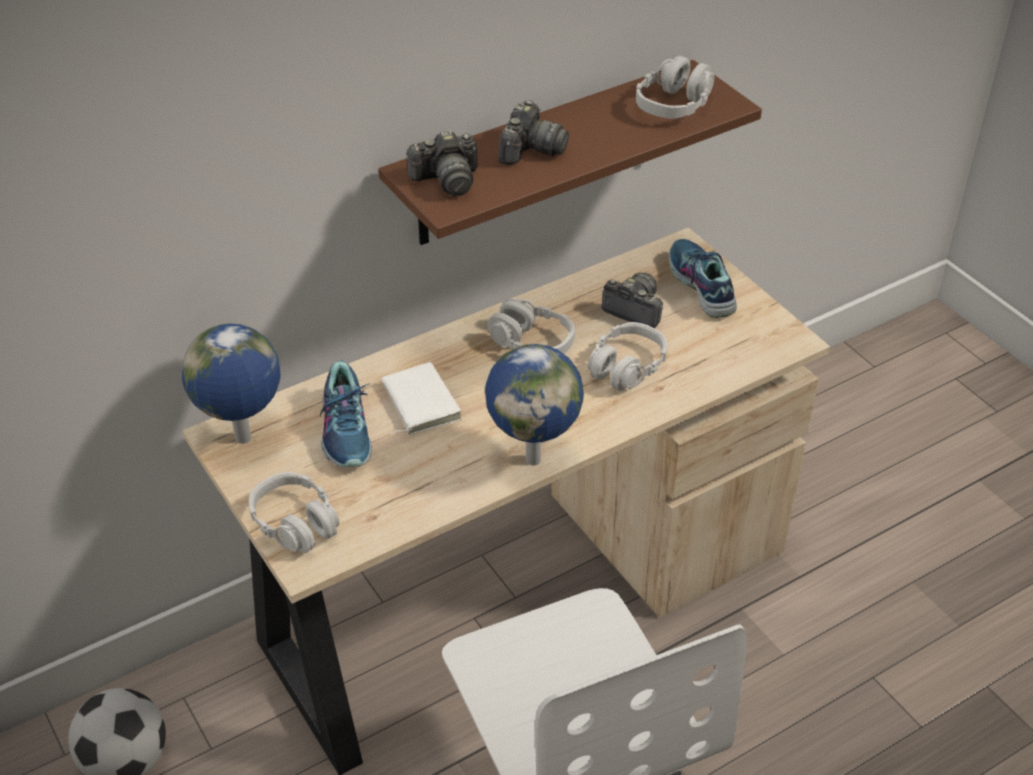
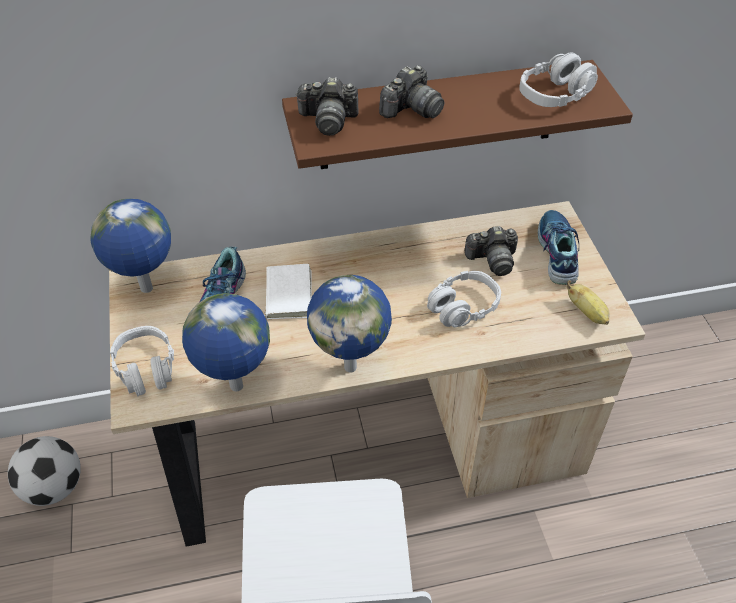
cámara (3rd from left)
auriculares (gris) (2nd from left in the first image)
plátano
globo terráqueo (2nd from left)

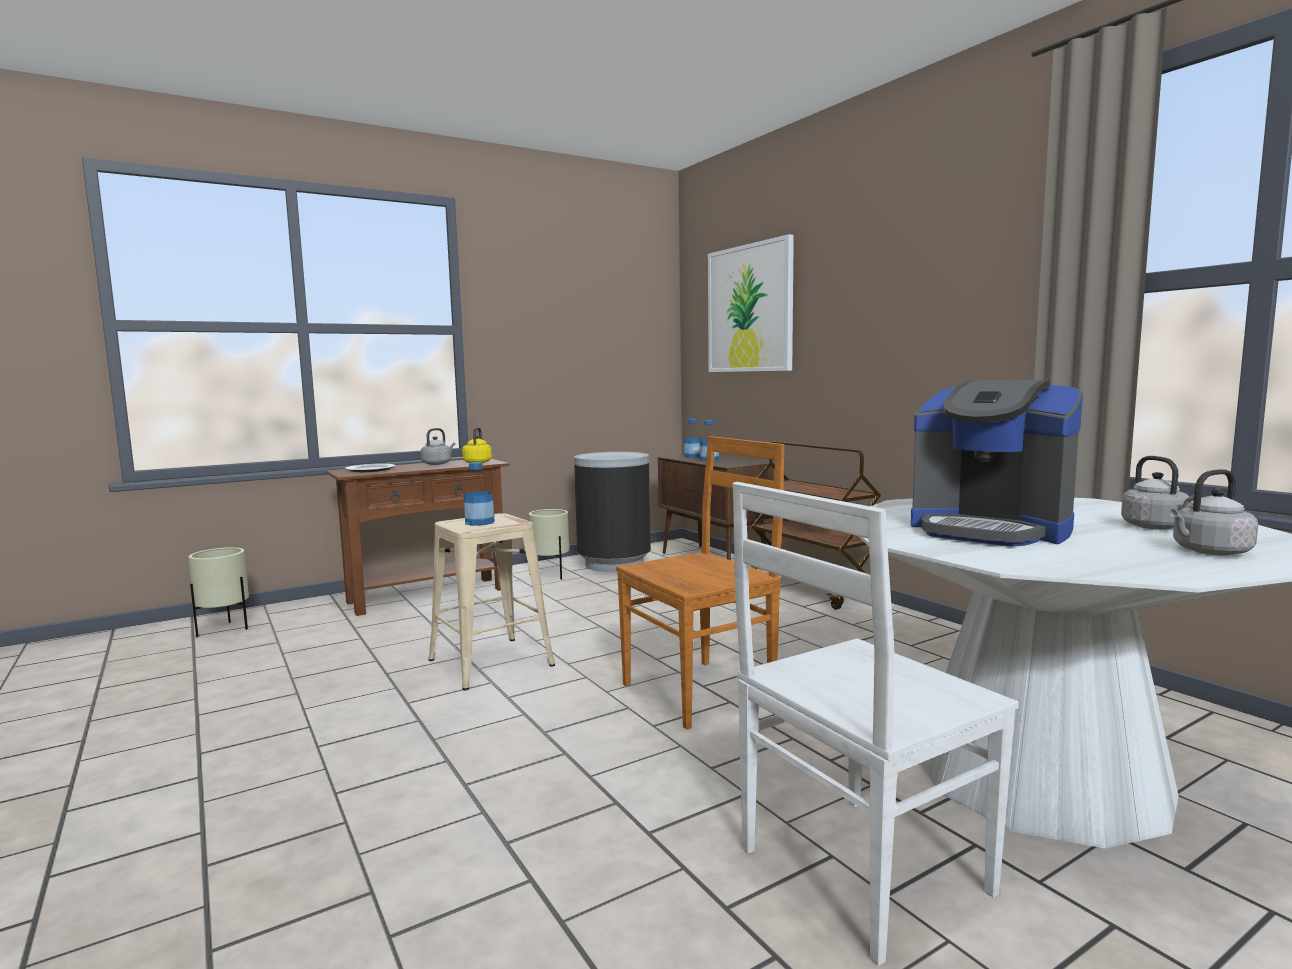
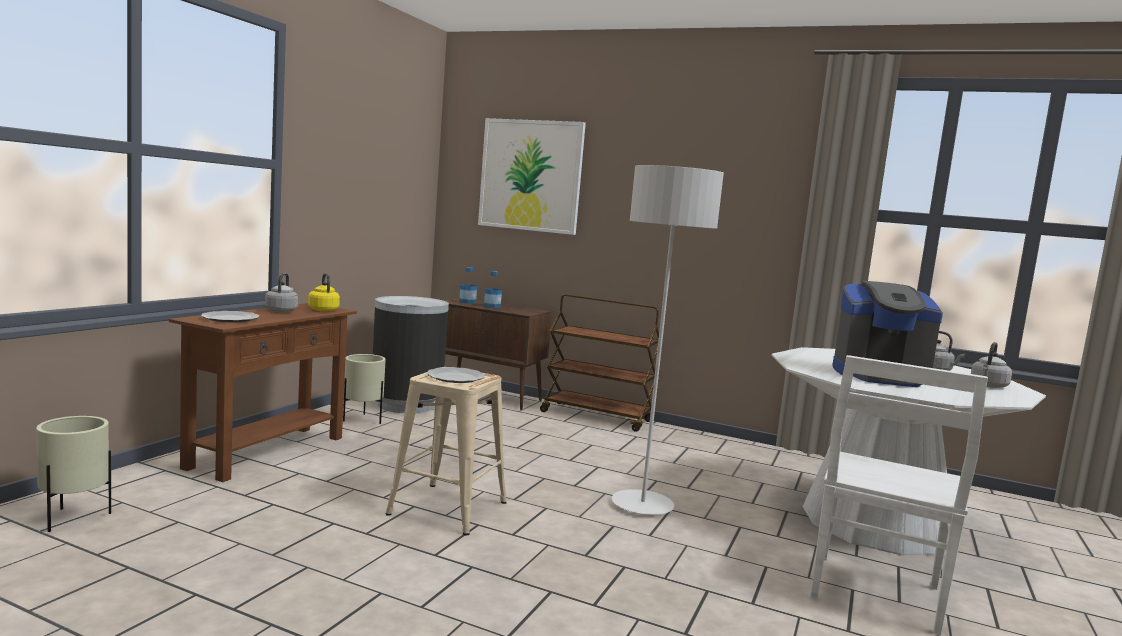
lámpara de pie (gris)
plato (2nd from left)

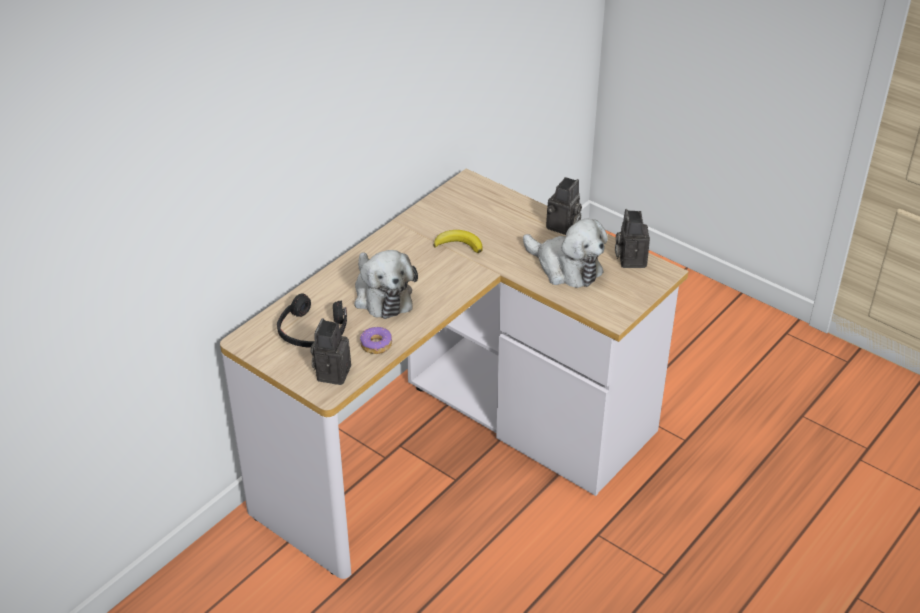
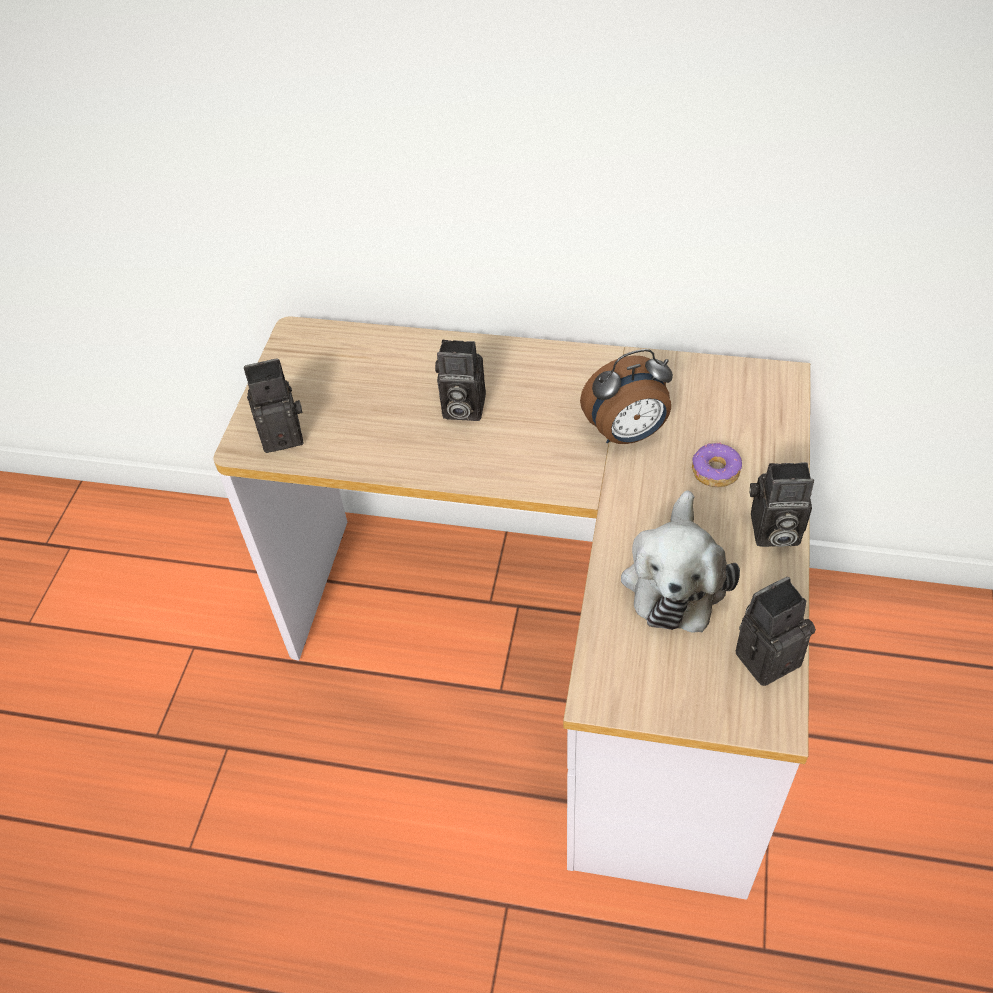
despertador
cámara (2nd from left)
auriculares (negro)
rosquilla

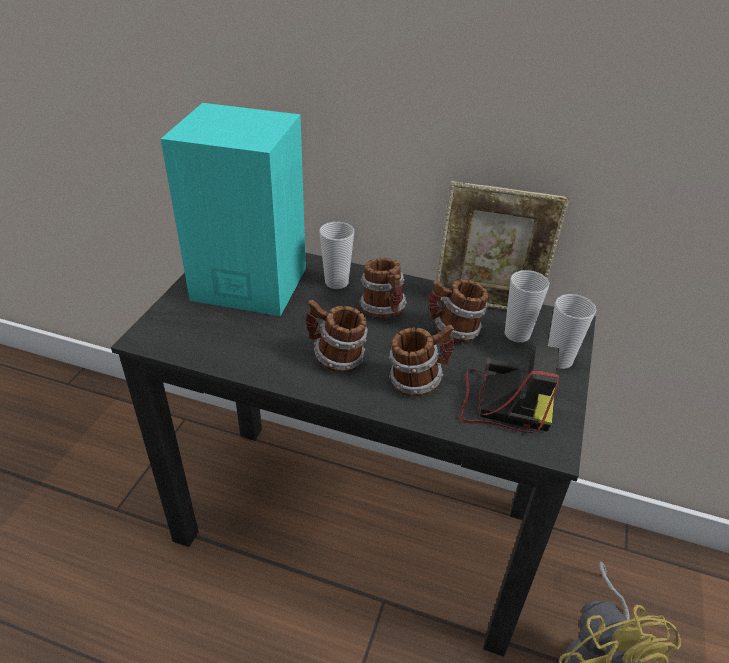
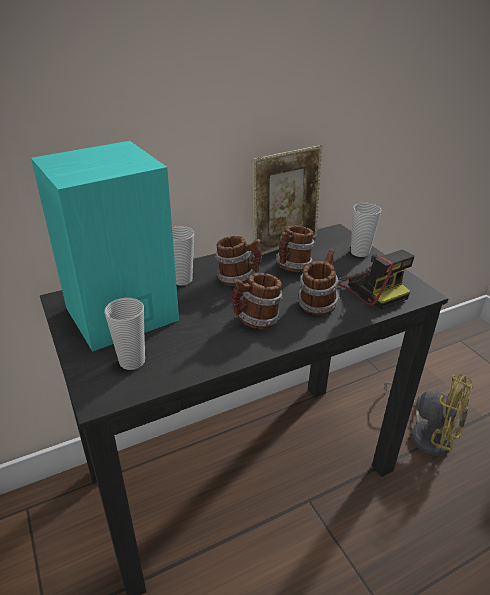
taza (1st from left)
cámara

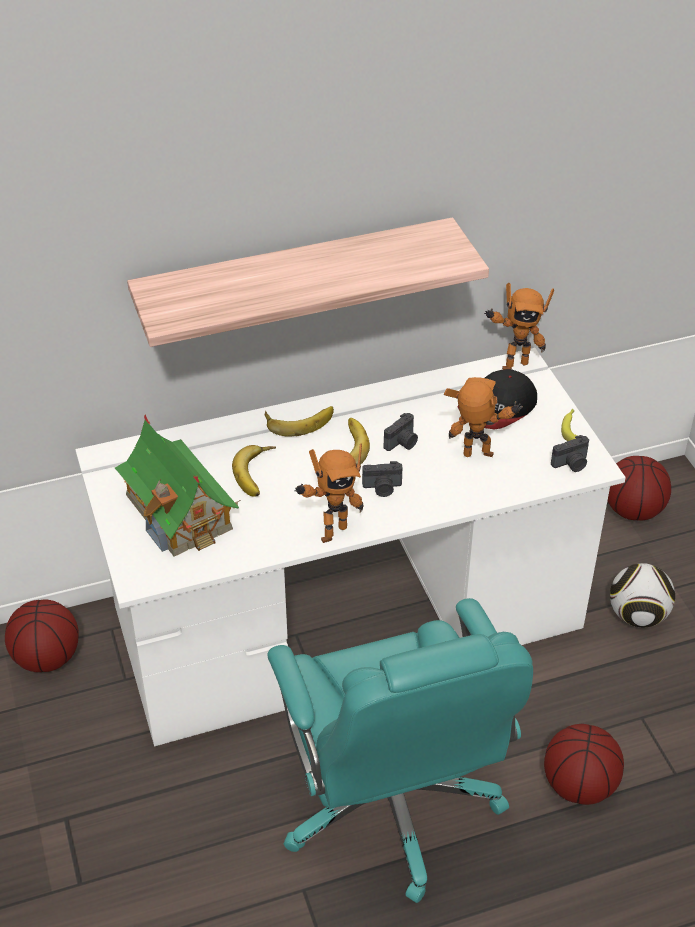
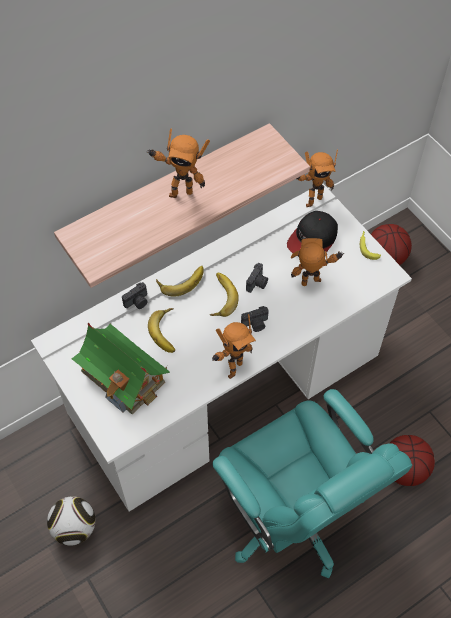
cámara (1st from left)
balón de fútbol
balón de baloncesto (1st from left in the first image)
robot de juguete (1st from left)

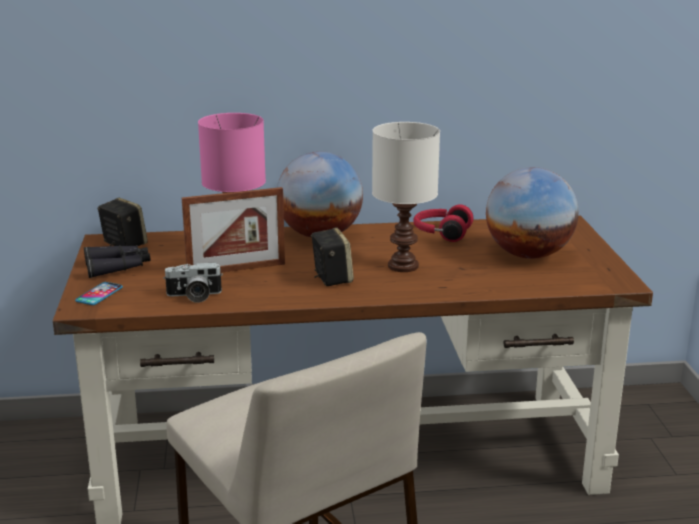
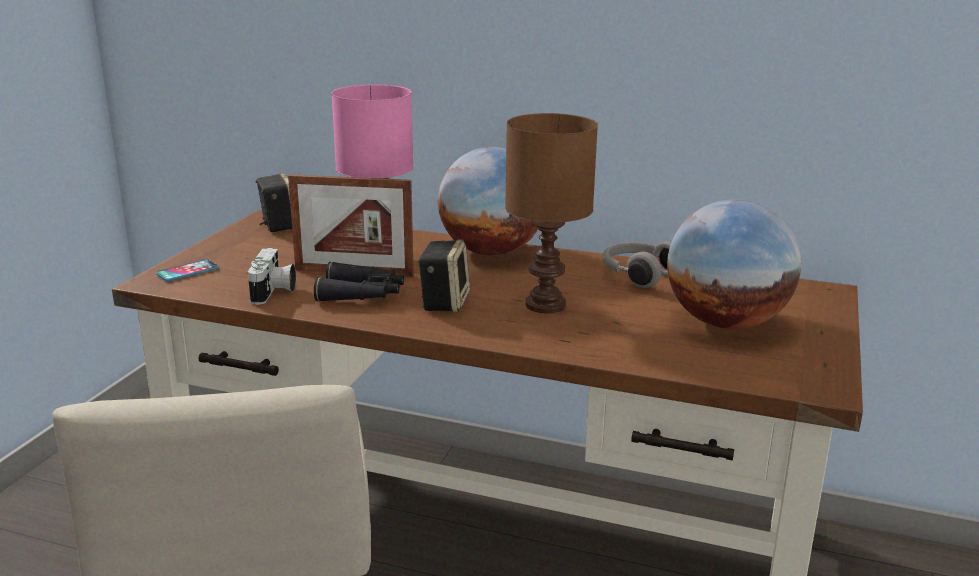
lámpara de mesa (marrón)
auriculares (gris)
prismáticos (negro)
cámara

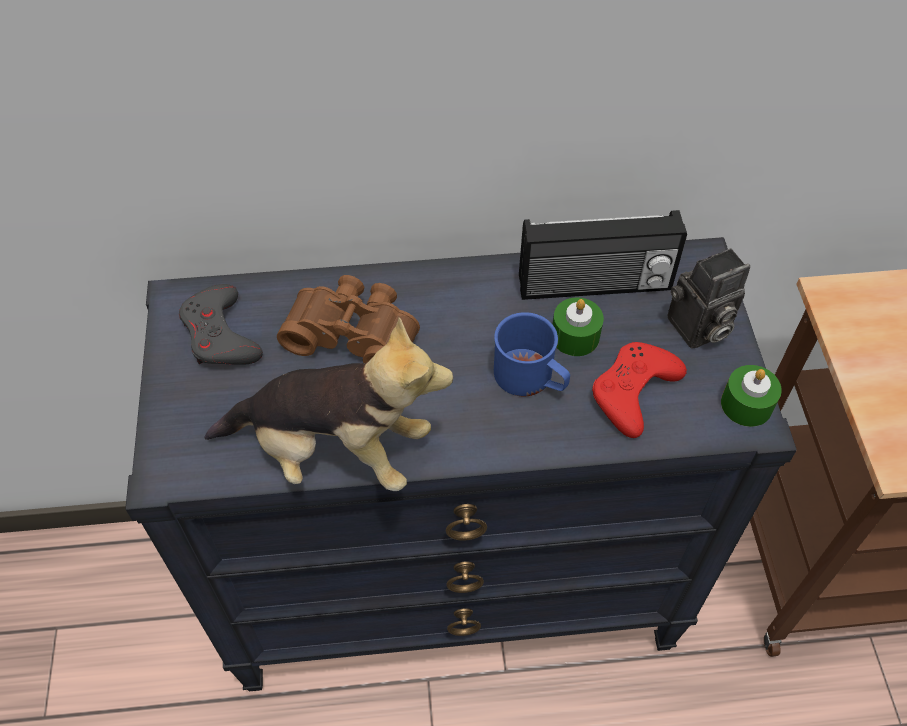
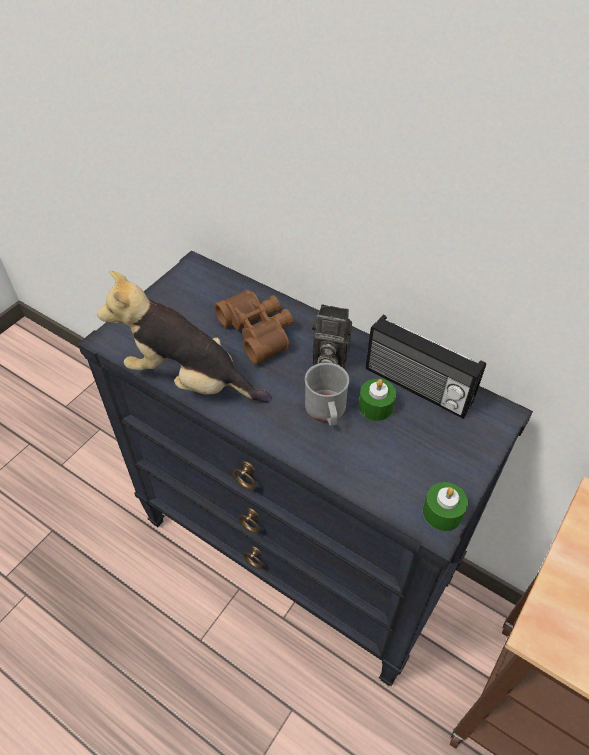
cámara
mando de consola (gris)
taza grande (gris)
peluche
mando de consola (rojo)

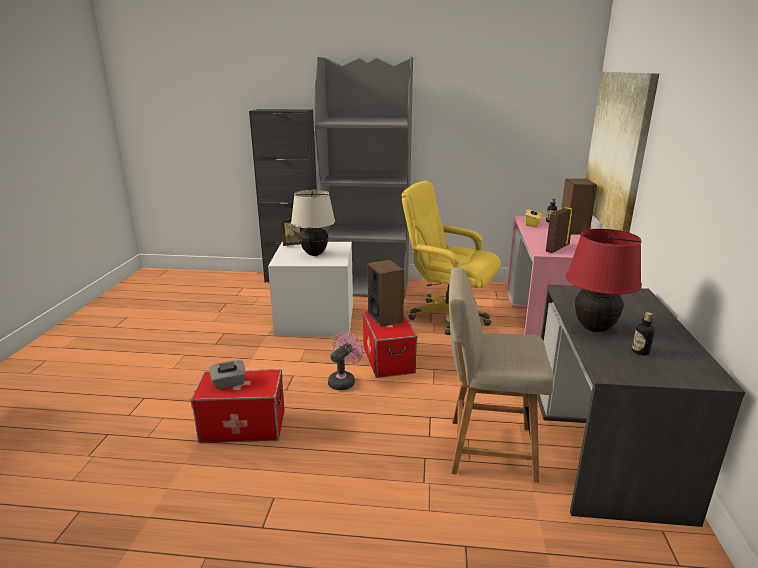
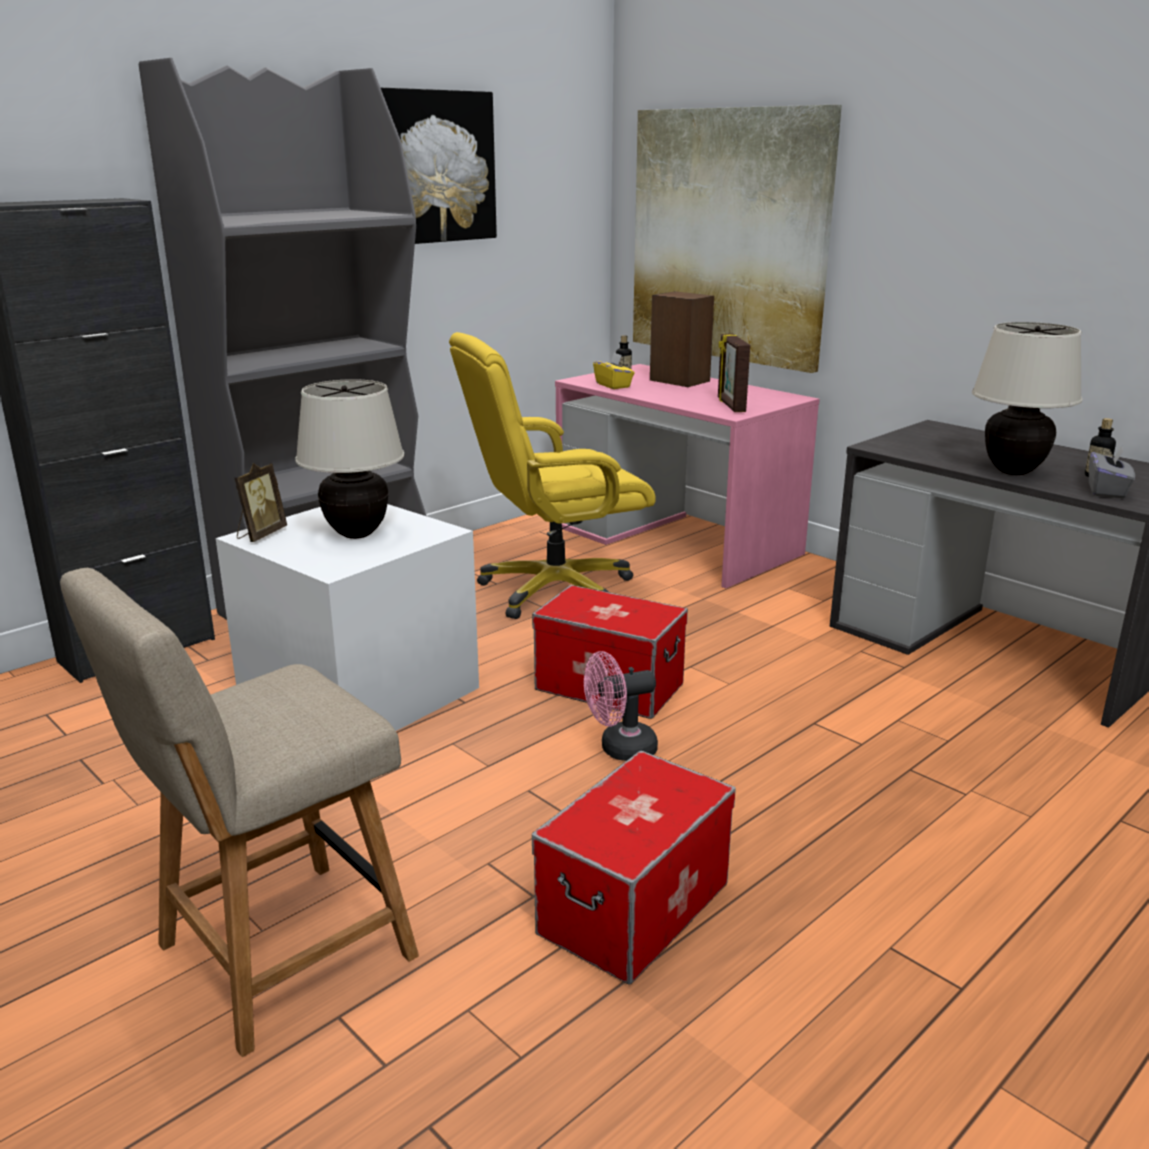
lámpara de mesa (beis) (2nd from left)
altavoz (1st from left in the first image)
silla (beis)
ventilador (rosa)
caja de pañuelos (gris)
cuadro (1st from left)

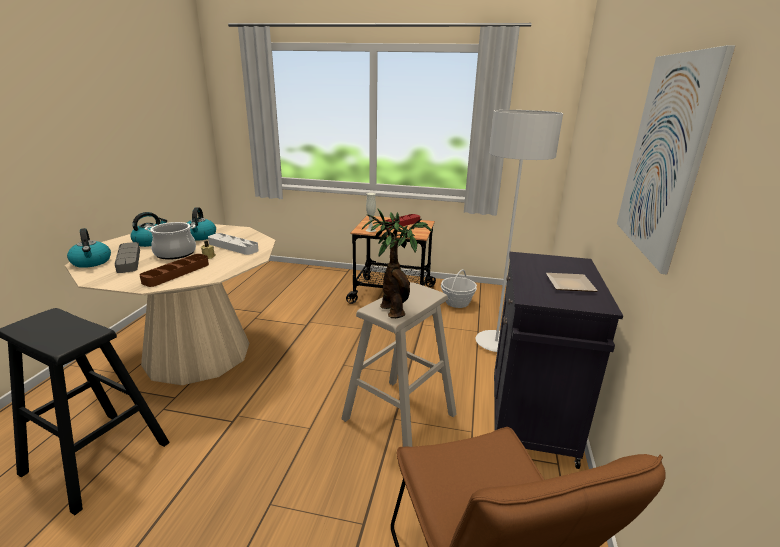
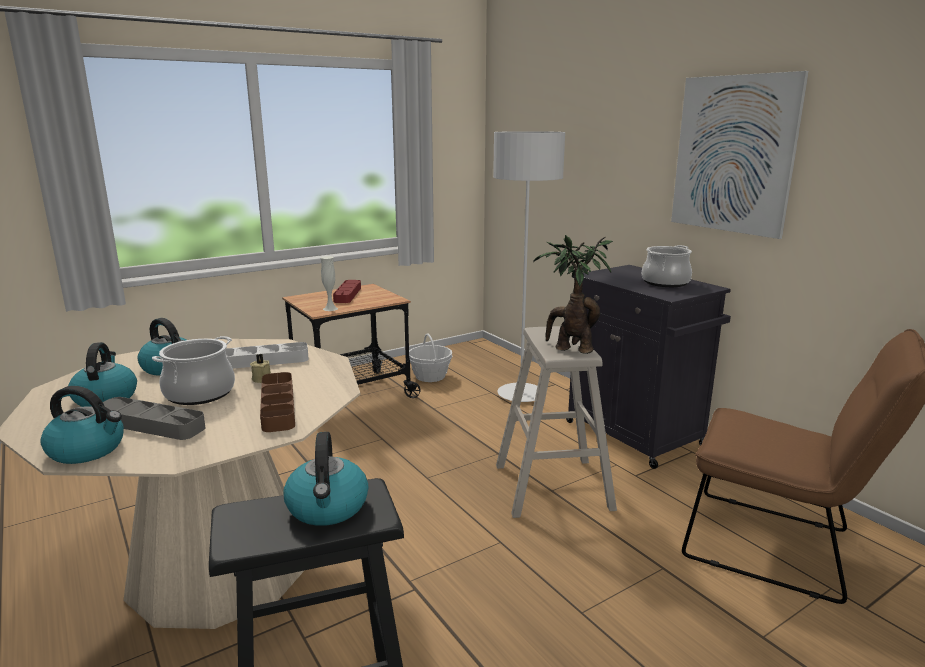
olla (2nd from left)
hervidor (4th from left)

